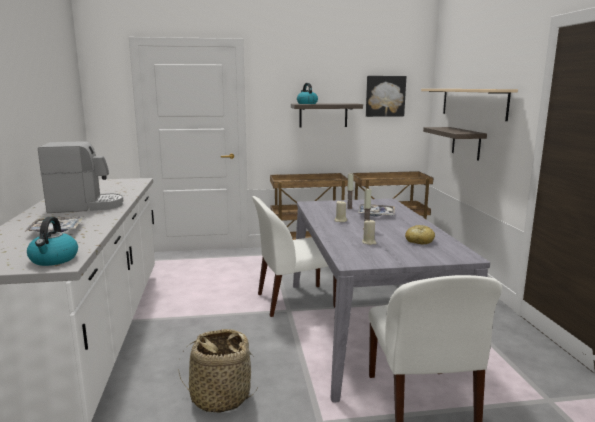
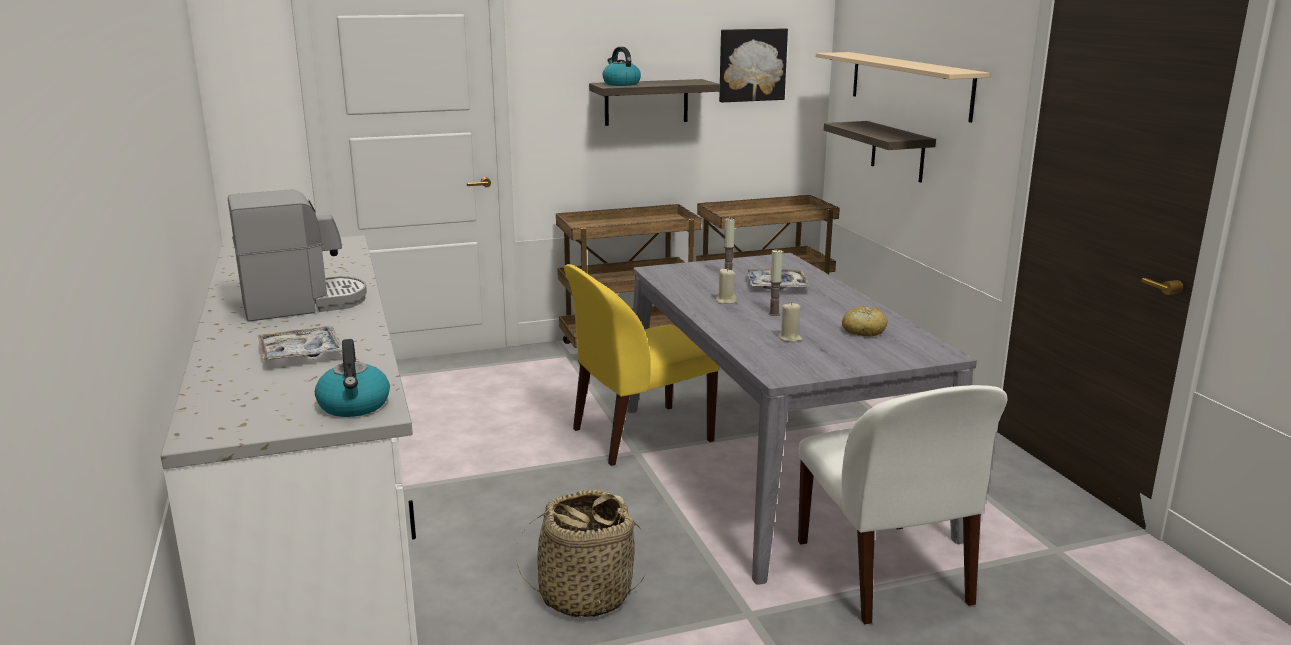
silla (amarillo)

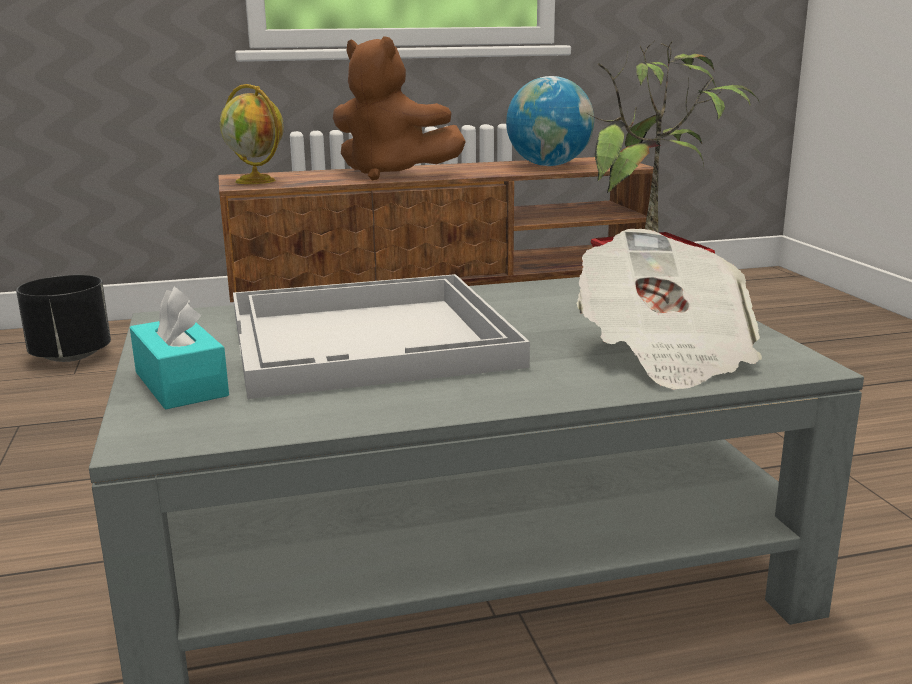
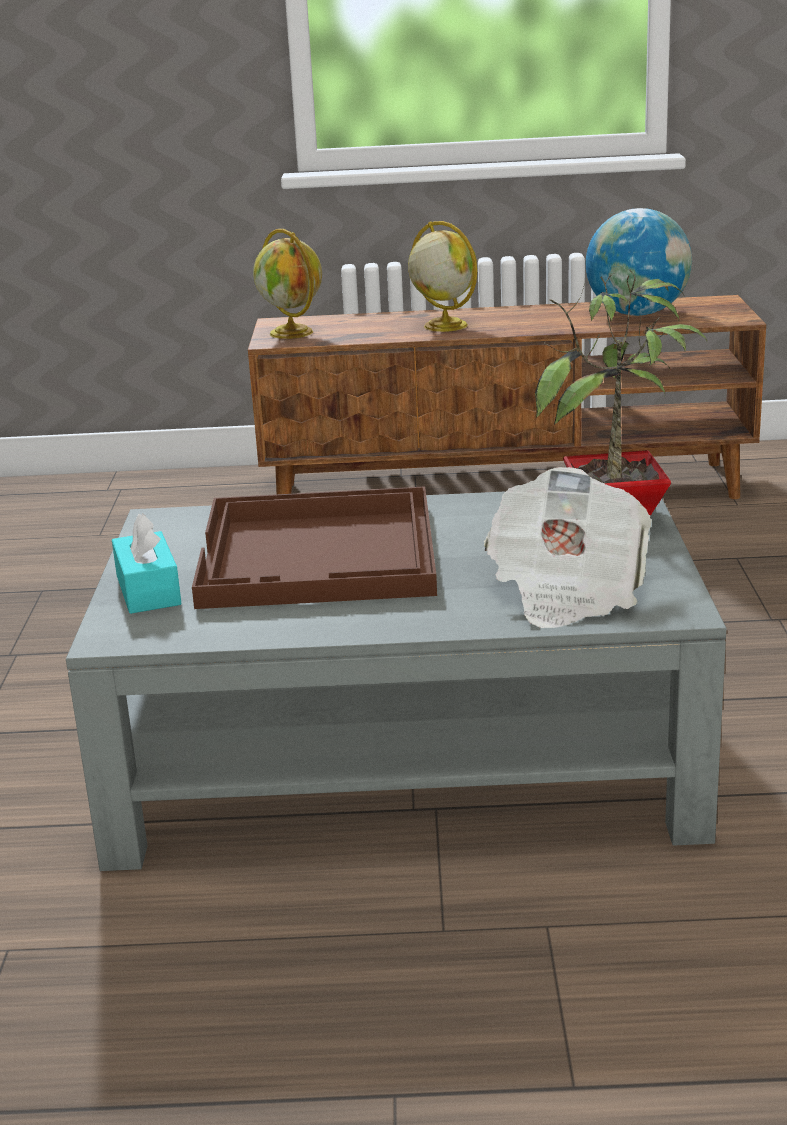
globo terráqueo (2nd from left)
bandeja (marrón)
maceta (negro)

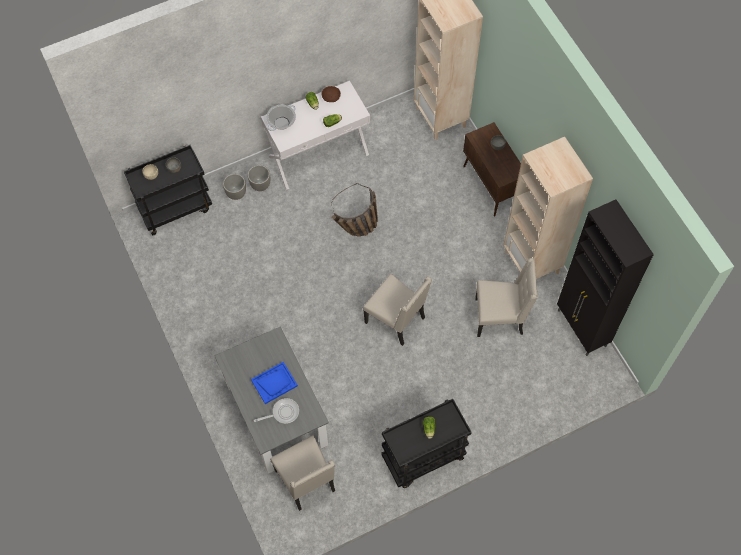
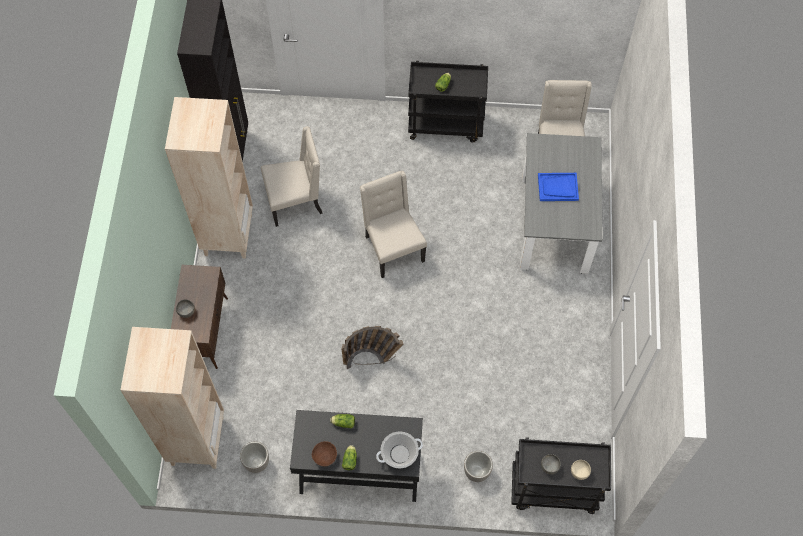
mesa consola (negro)
maceta (1st from left)
silla (beis) (1st from left)
sartén

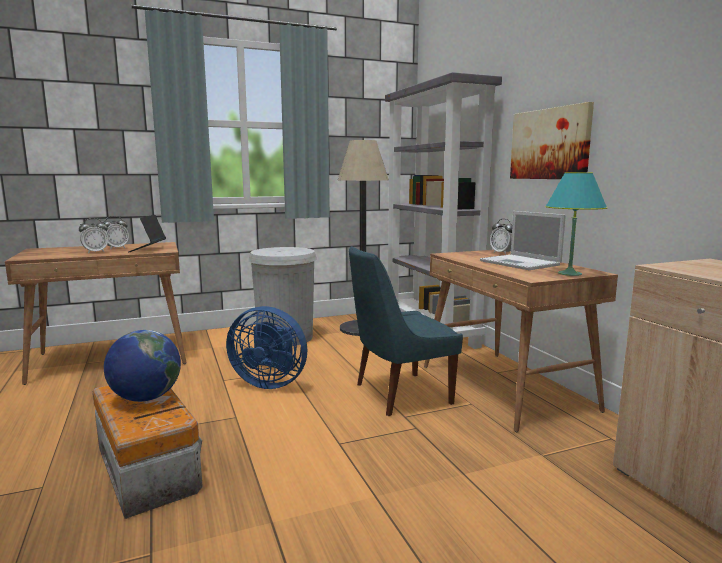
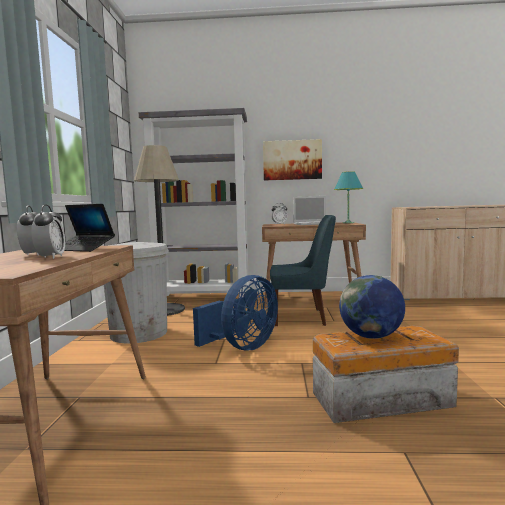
silla (azul)

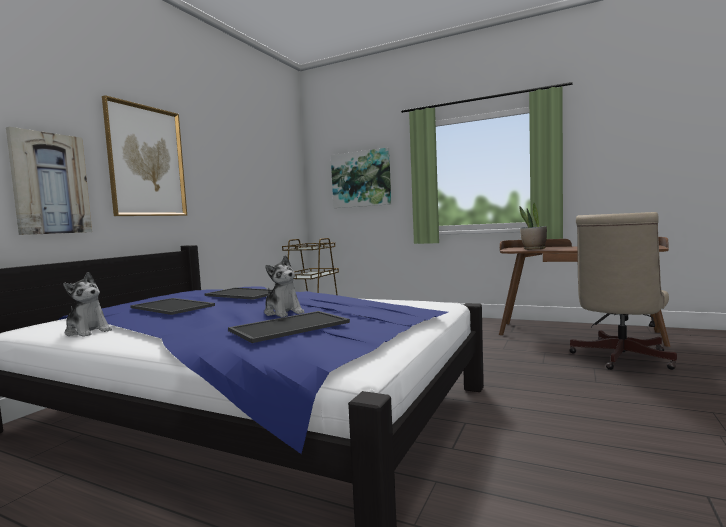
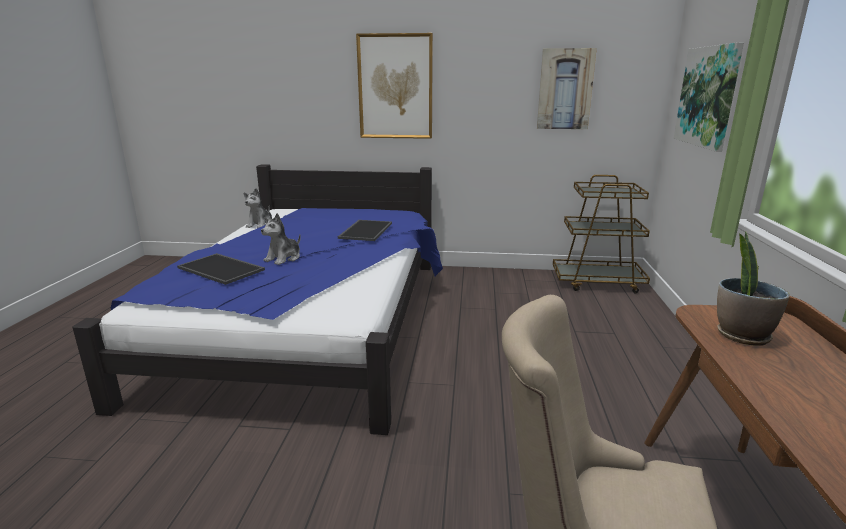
cuadro (2nd from left)
bandeja (1st from left in the first image)

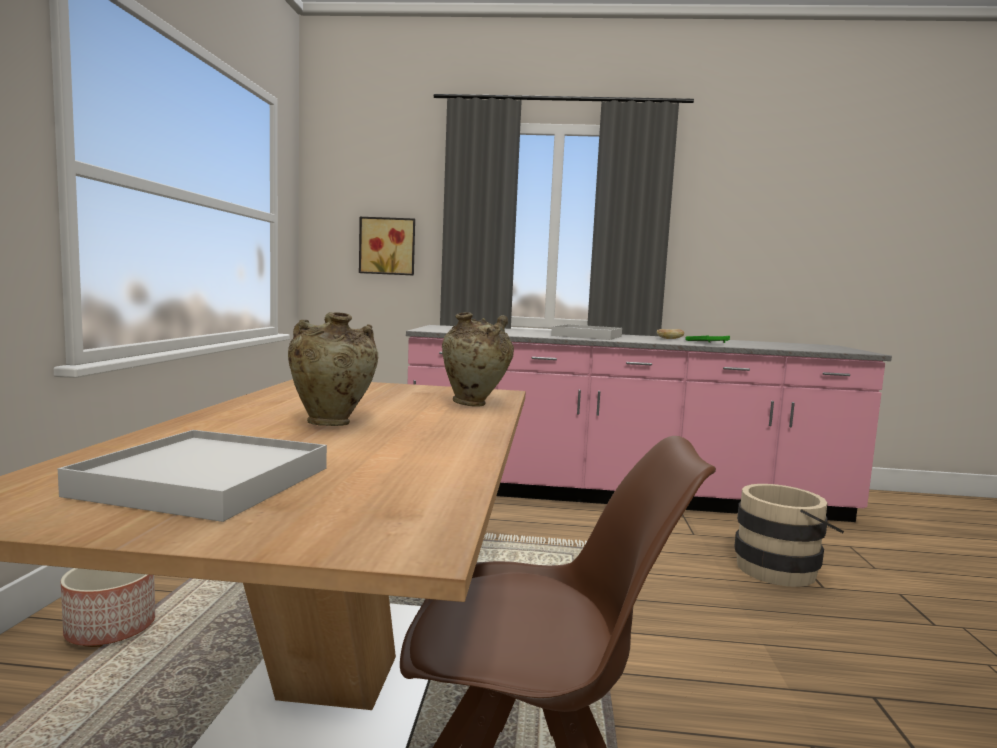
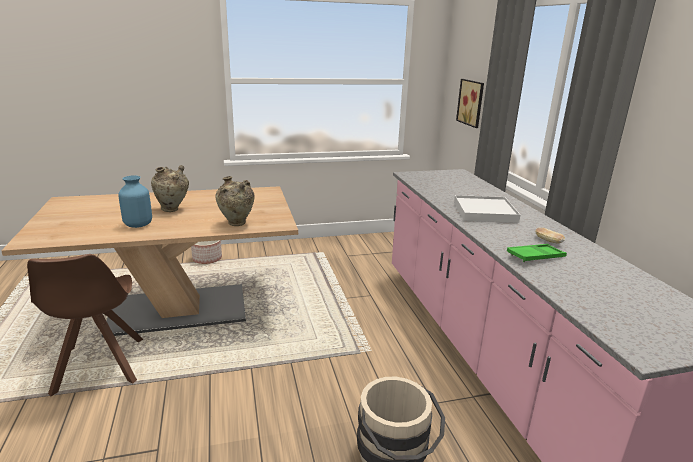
bandeja (blanco) (1st from left in the first image)
florero (azul)

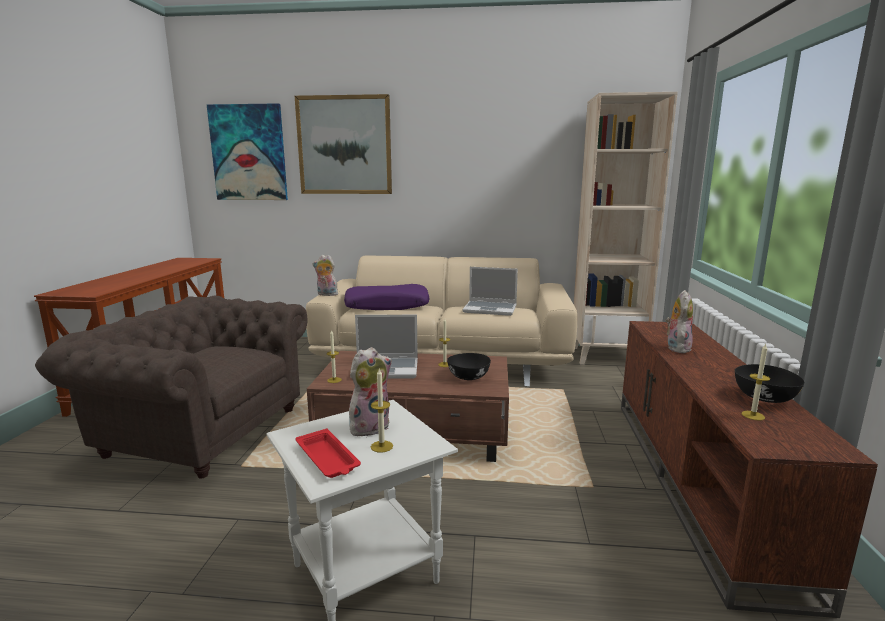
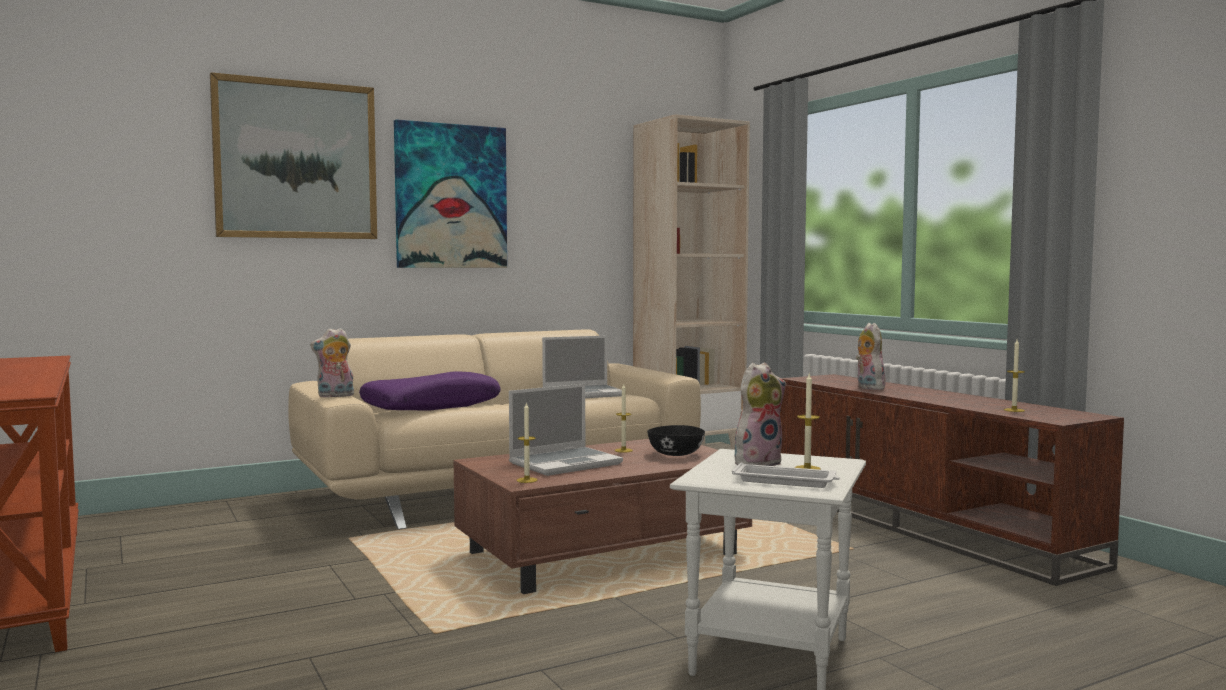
cuadro (2nd from left)
sillón (marrón)
peluche (2nd from left)
cuenco (negro) (2nd from left in the first image)
bandeja (blanco)

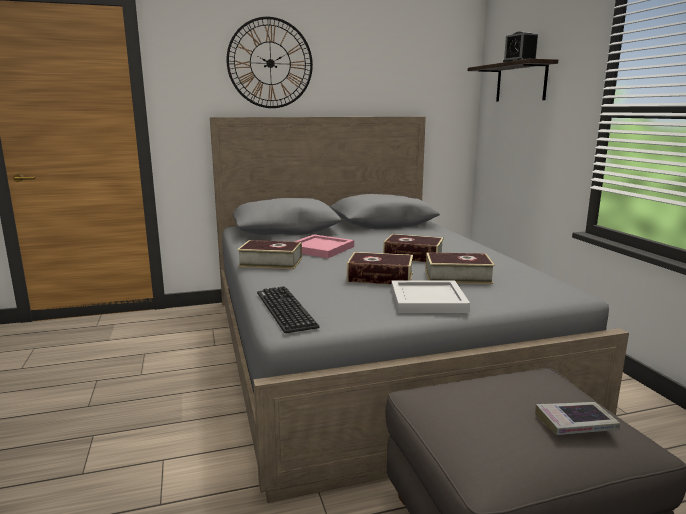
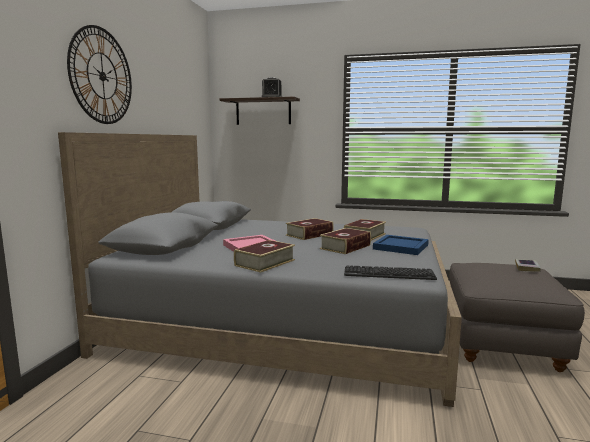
bandeja (azul)

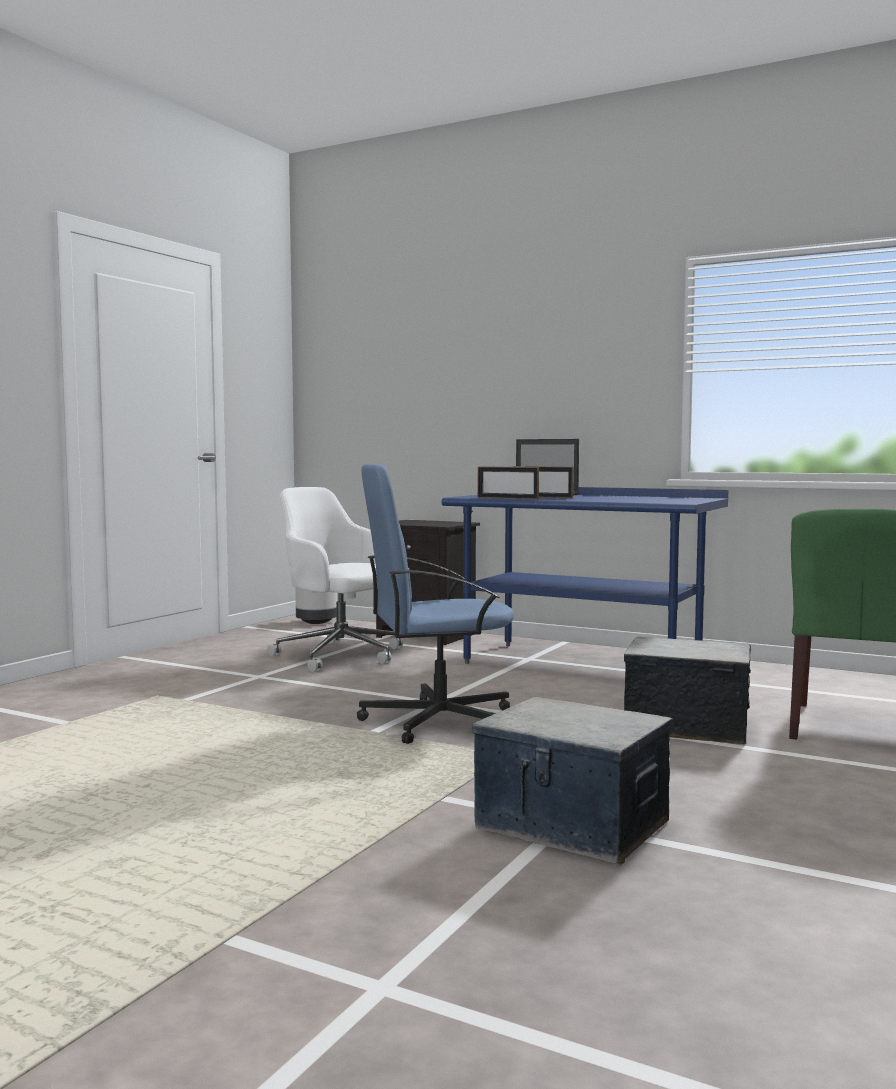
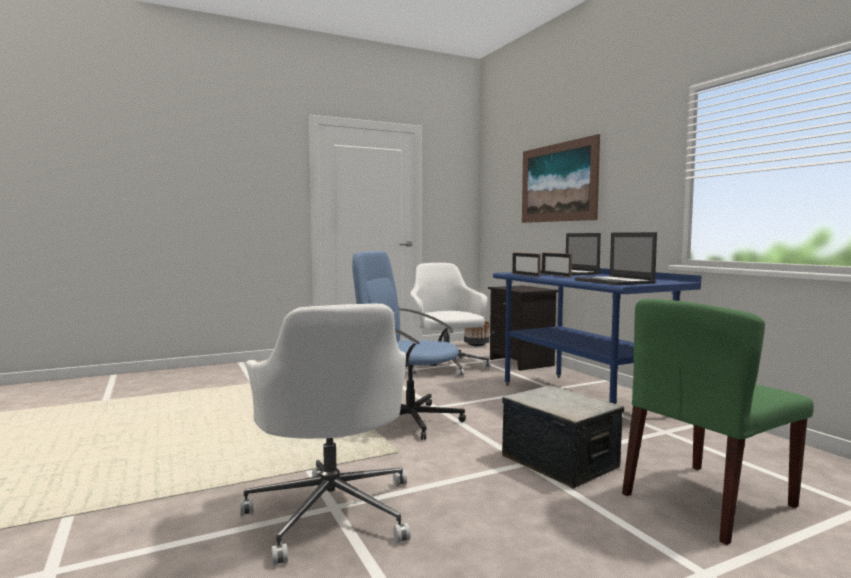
maceta (marrón)
silla de oficina (blanco) (1st from left)
cuadro
portátil (2nd from left)

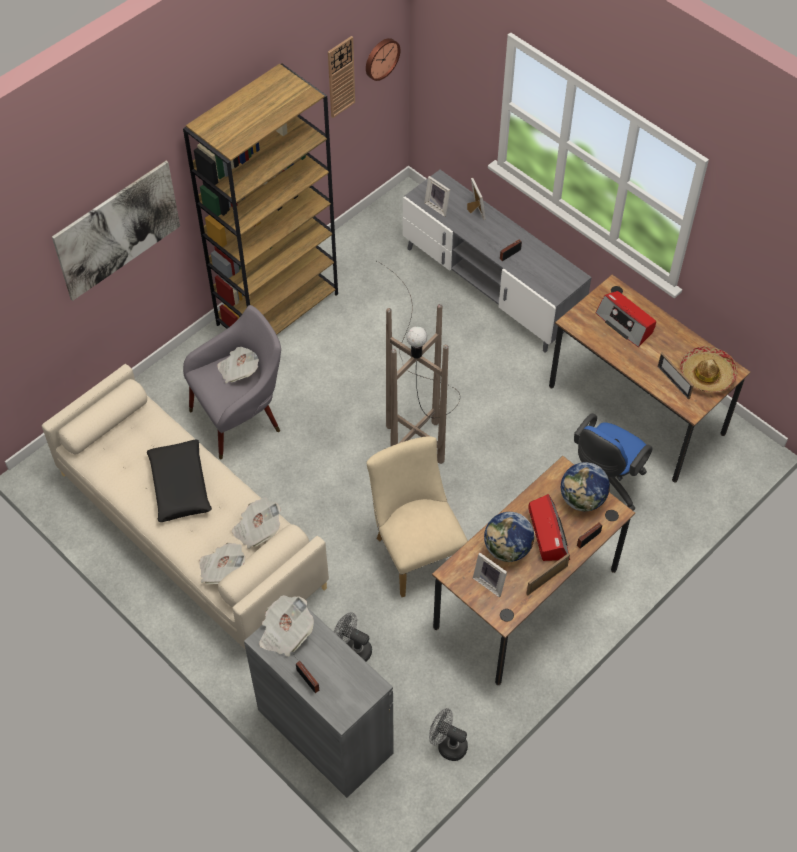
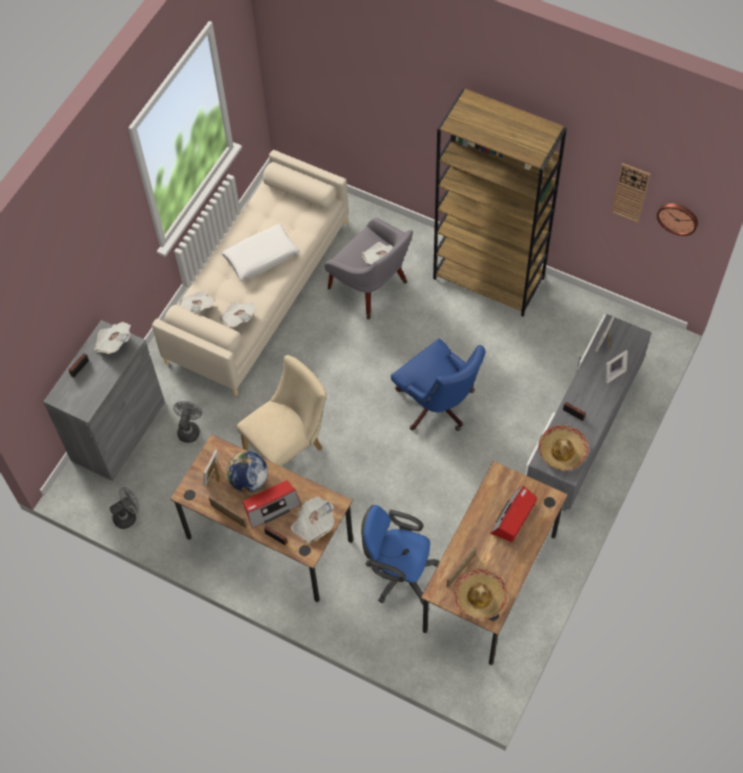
cuadro
silla de oficina (azul) (2nd from left)
cojín (blanco)
periódico (4th from left)
ventilador (gris) (1st from left)
sombrero (2nd from left)

